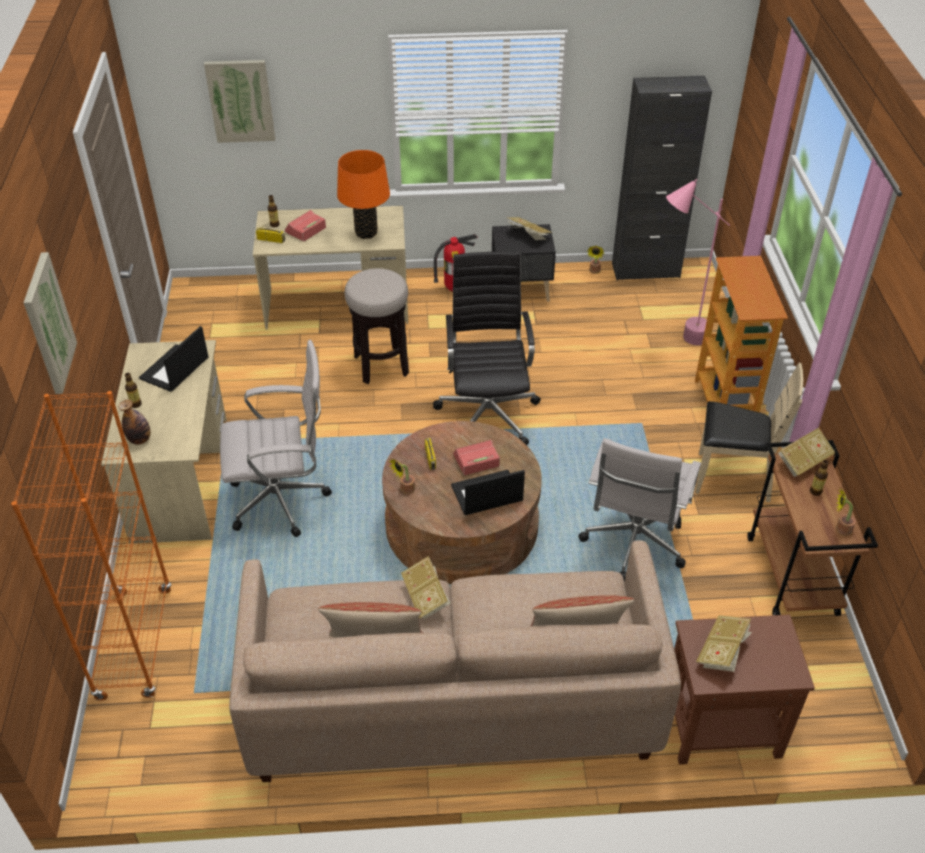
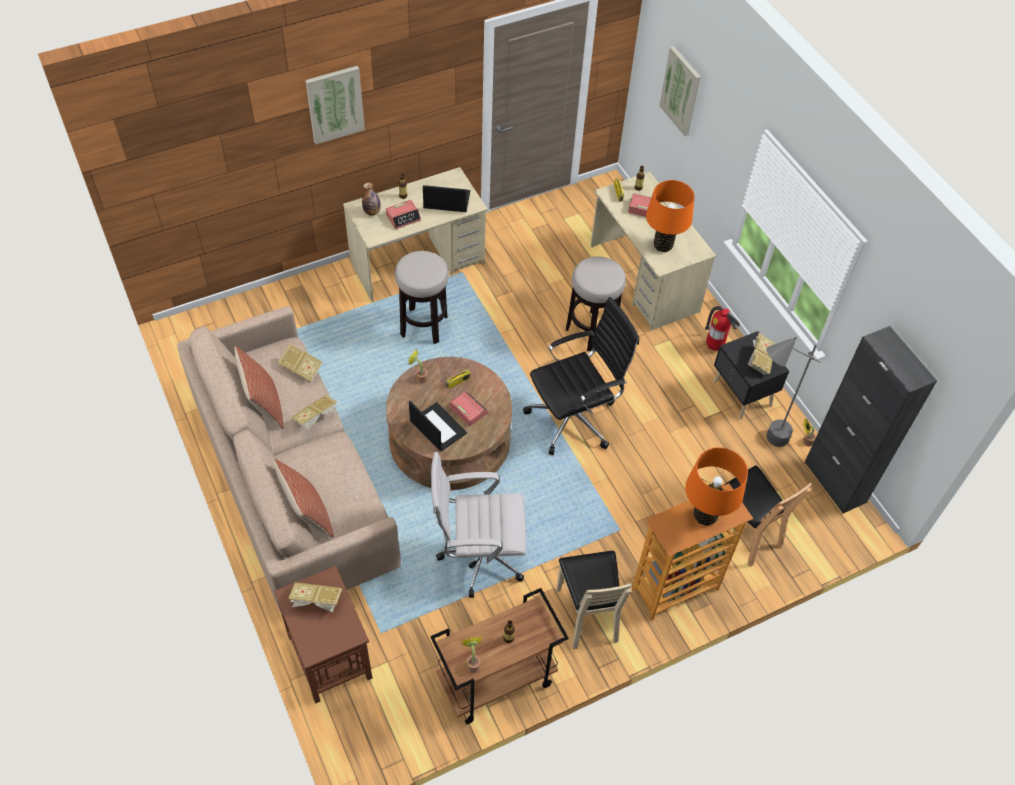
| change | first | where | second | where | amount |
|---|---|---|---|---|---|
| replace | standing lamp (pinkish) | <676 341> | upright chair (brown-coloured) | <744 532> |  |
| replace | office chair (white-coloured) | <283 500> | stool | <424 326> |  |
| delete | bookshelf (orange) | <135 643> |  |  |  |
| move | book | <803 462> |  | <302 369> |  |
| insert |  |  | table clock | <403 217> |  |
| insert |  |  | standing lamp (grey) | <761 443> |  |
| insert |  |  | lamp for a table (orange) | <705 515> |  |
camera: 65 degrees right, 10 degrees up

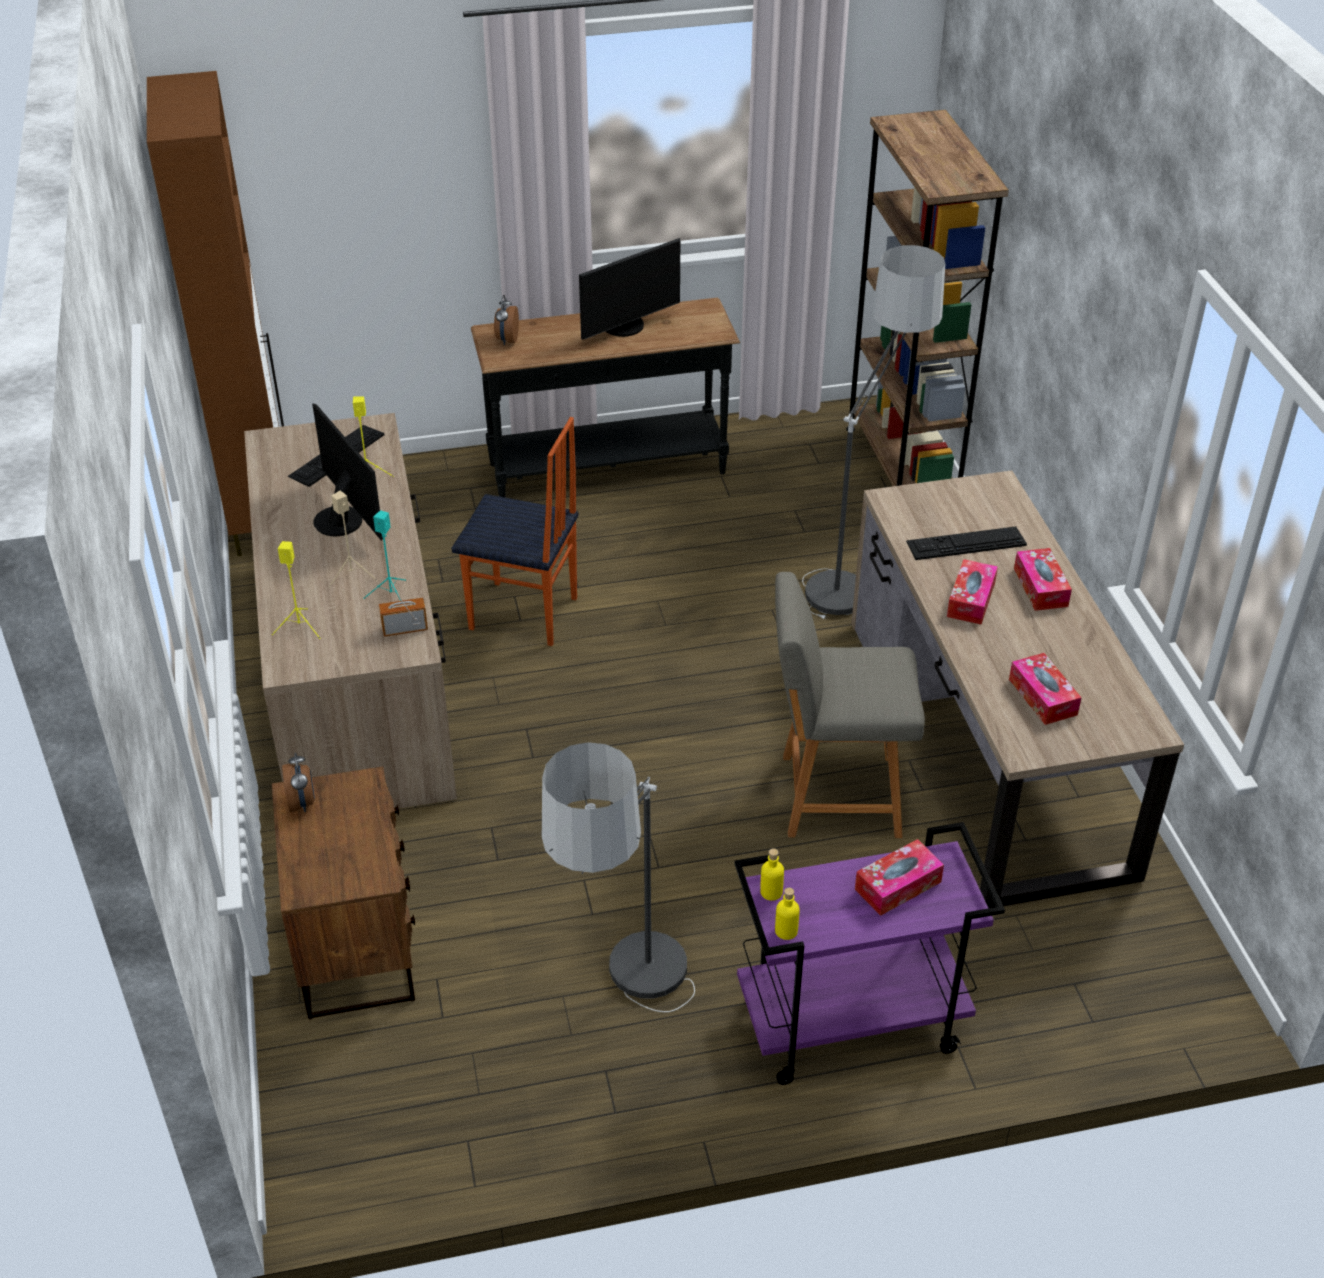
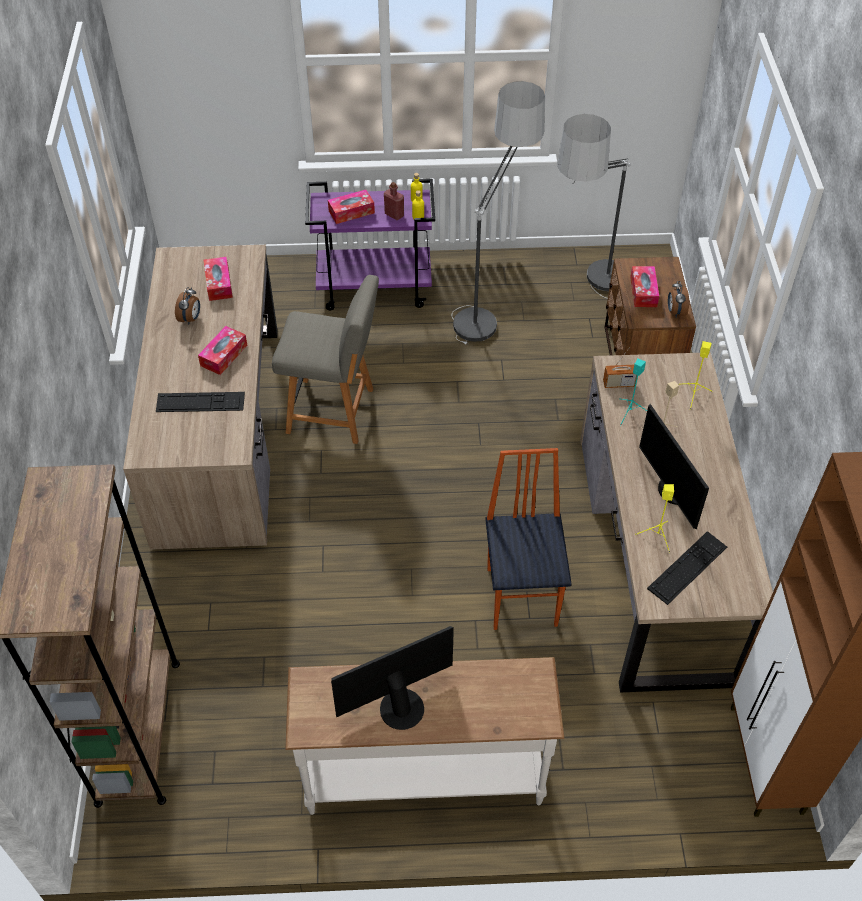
| change | first | where | second | where | amount |
|---|---|---|---|---|---|
| move | standing lamp | <857 568> |  | <588 297> |  |
| move | table clock | <507 340> |  | <190 318> |  |
| recolor | narrow table (black-coloured) | <608 470> | narrow table (white-coloured) | <424 774> |  |
| rotate | upright chair | <524 615> |  | <523 595> | 60 degrees clockwise |
| move | box of tissues | <1040 587> |  | <643 291> |  |
| insert |  |  | drink bottle (reddish) | <394 215> |  |
camera: 170 degrees left, 10 degrees up

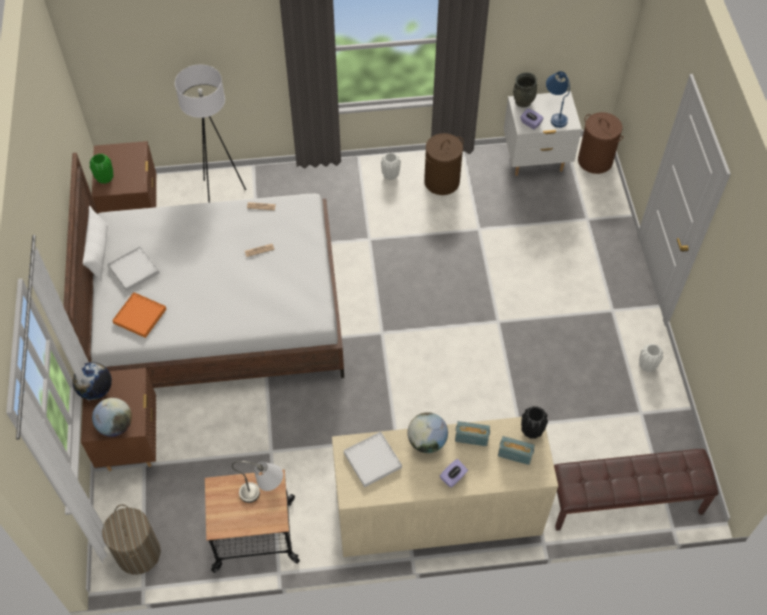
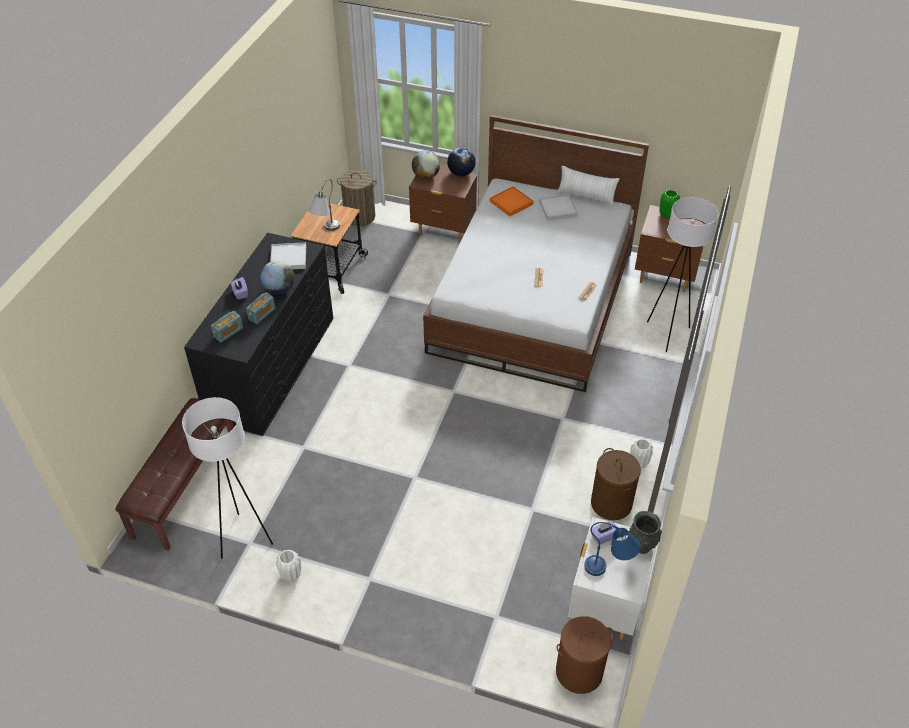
| change | first | where | second | where | amount |
|---|---|---|---|---|---|
| delete | vase (black-coloured) | <531 431> |  |  |  |
| recolor | drawer chest (sand-coloured) | <437 511> | drawer chest (black-coloured) | <272 367> |  |
| insert |  |  | standing lamp (white-coloured) | <244 537> |  |
camera: 115 degrees right, 10 degrees down

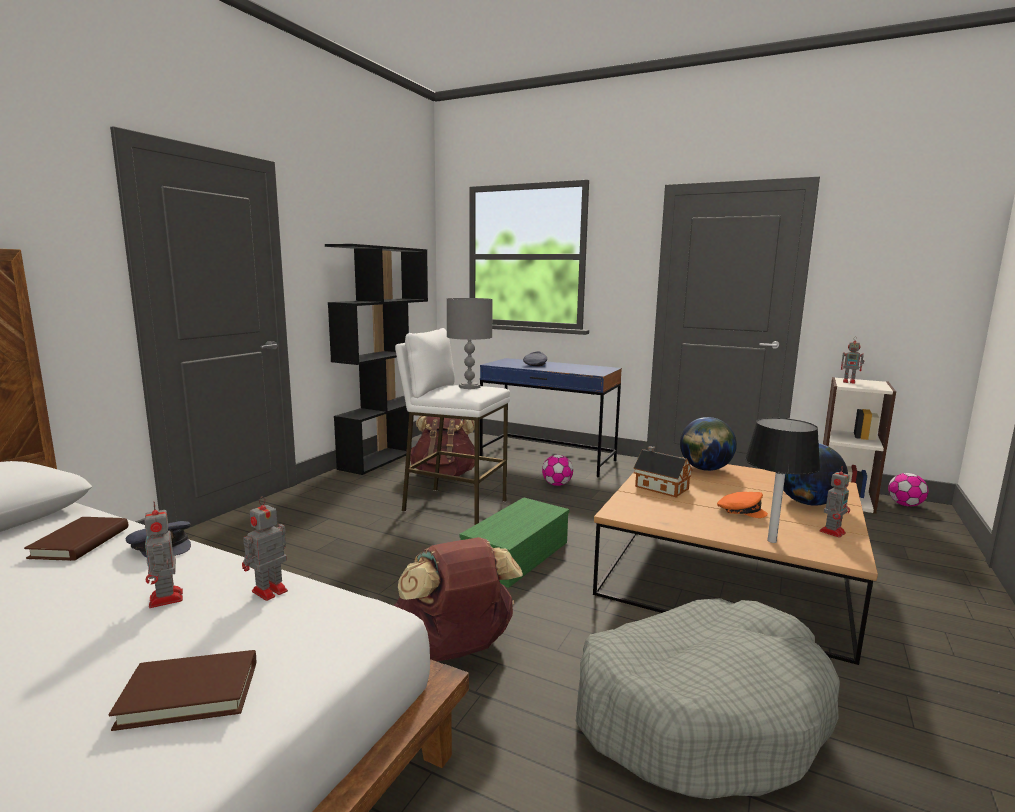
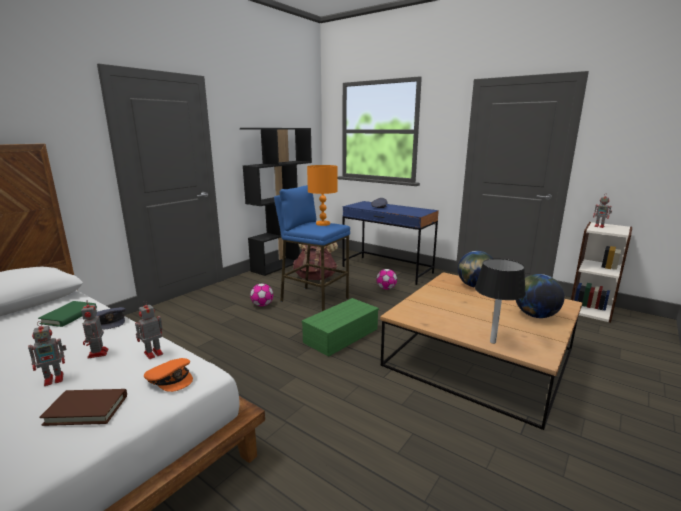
| change | first | where | second | where | amount |
|---|---|---|---|---|---|
| recolor | lamp for a table (grey) | <469 387> | lamp for a table (orange) | <323 224> |  |
| recolor | stool (white-coloured) | <454 506> | stool (bluish) | <314 299> |  |
| delete | model house | <660 487> |  |  |  |
| move | model robot | <832 531> |  | <55 378> |  |
| move | ball for football | <905 505> |  | <262 305> |  |
| move | cap (orange) | <740 511> |  | <170 379> |  |
| recolor | book (brown-coloured) | <80 543> | book (green) | <69 316> |  |
| delete | knapsack (brown-coloured) | <453 650> |  |  |  |
| delete | dog bed (grey) | <700 712> |  |  |  |
camera: 10 degrees right, 5 degrees up

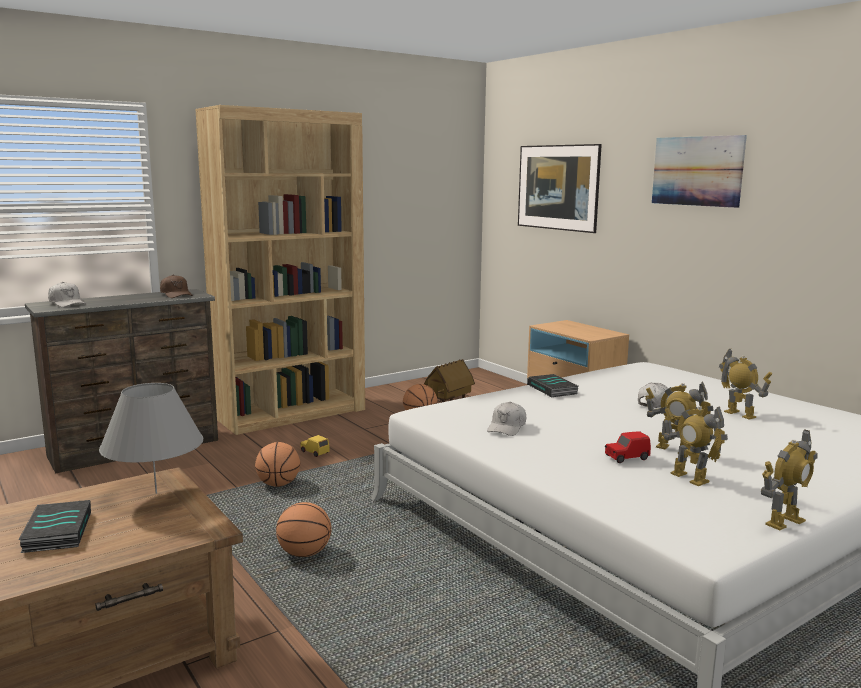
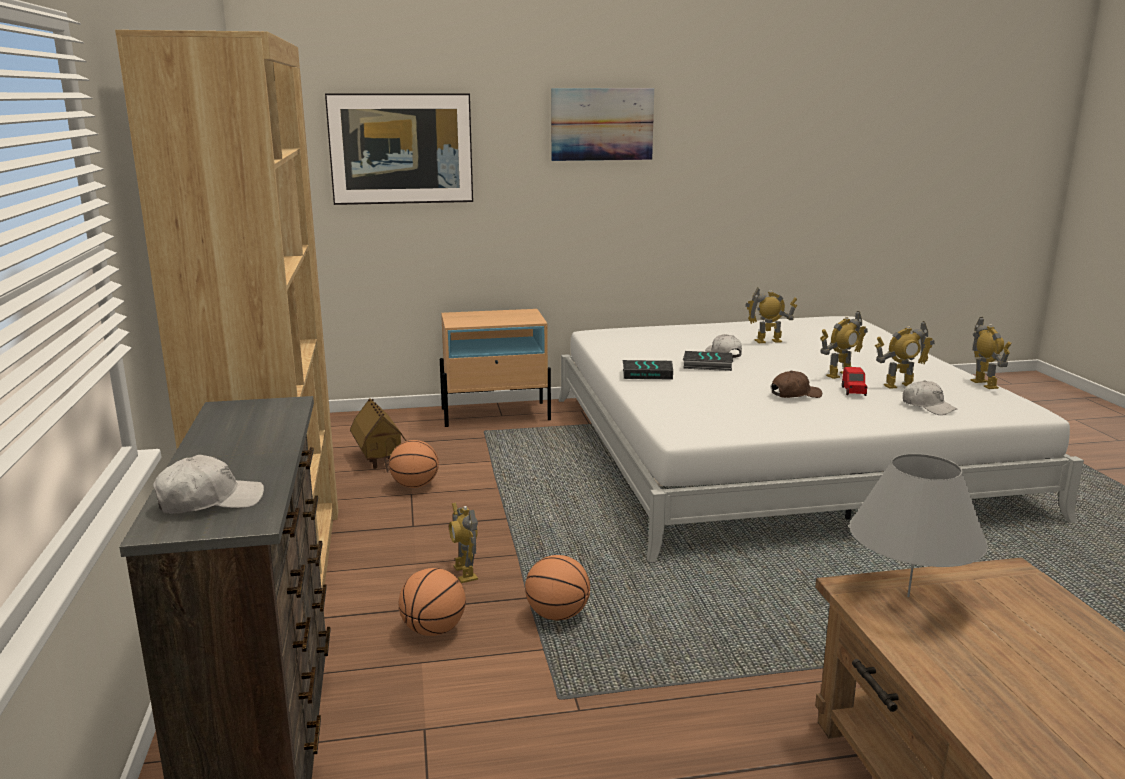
| change | first | where | second | where | amount |
|---|---|---|---|---|---|
| move | cap (brown-coloured) | <176 295> |  | <795 394> |  |
| move | cap (white-coloured) | <507 427> |  | <928 406> |  |
| replace | toy car (yellow) | <314 452> | model robot | <465 573> |  |
| move | book | <56 531> |  | <707 365> |  |
| move | basketball | <304 554> |  | <433 630> |  |
camera: 65 degrees left, 5 degrees up

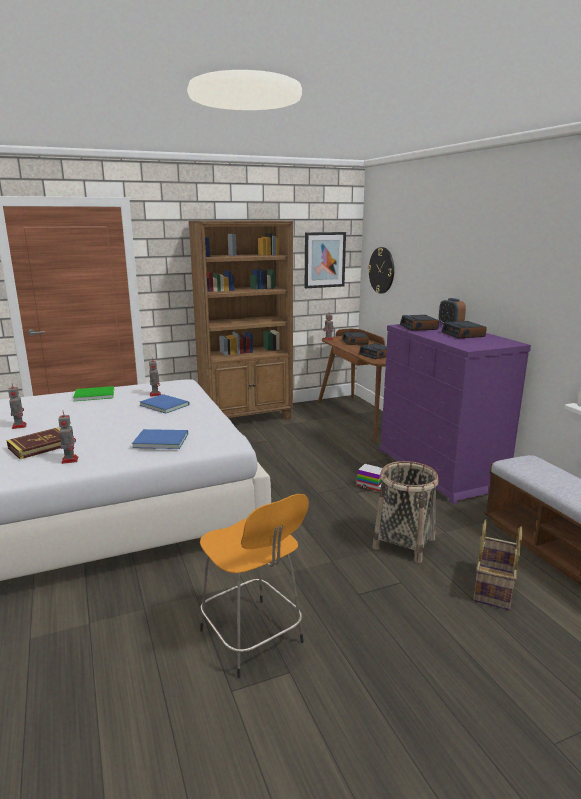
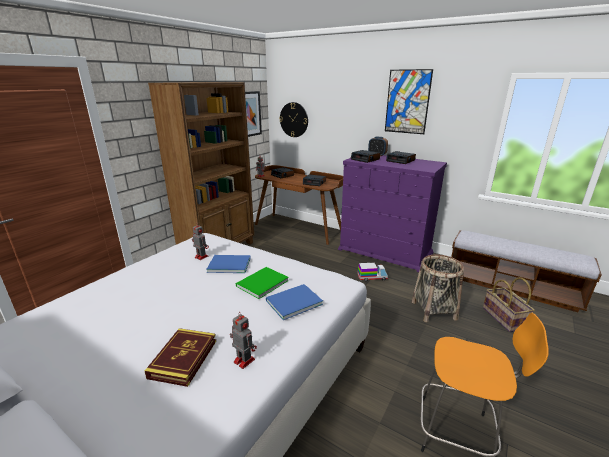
| change | first | where | second | where | amount |
|---|---|---|---|---|---|
| delete | model robot | <19 426> |  |  |  |
| move | book (green) | <93 395> |  | <260 283> |  |
| insert |  |  | wall picture | <407 102> |  |
camera: 35 degrees left, 5 degrees up

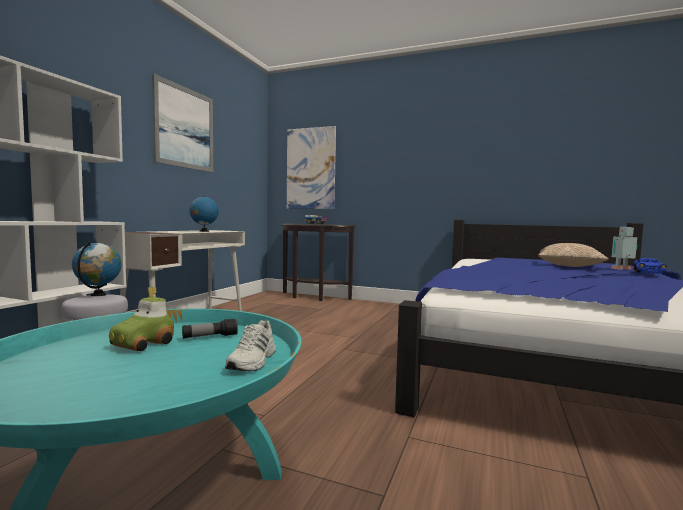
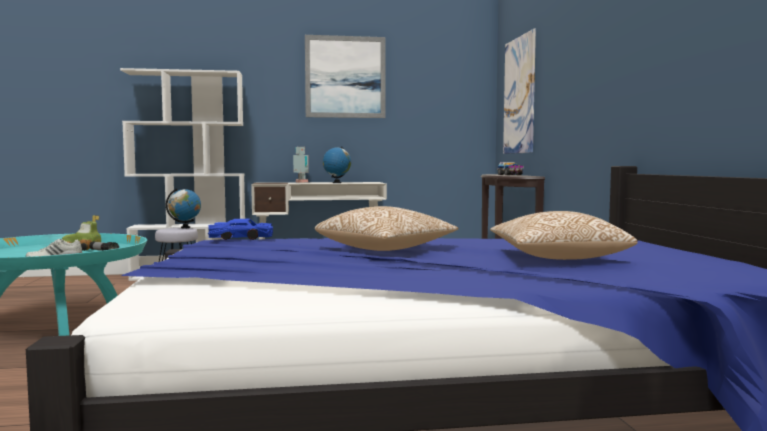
| change | first | where | second | where | amount |
|---|---|---|---|---|---|
| move | model robot | <622 269> |  | <301 182> |  |
| move | toy car (bluish) | <647 272> |  | <241 238> |  |
| insert |  |  | pillow | <385 249> |  |
camera: 60 degrees right, 0 degrees up

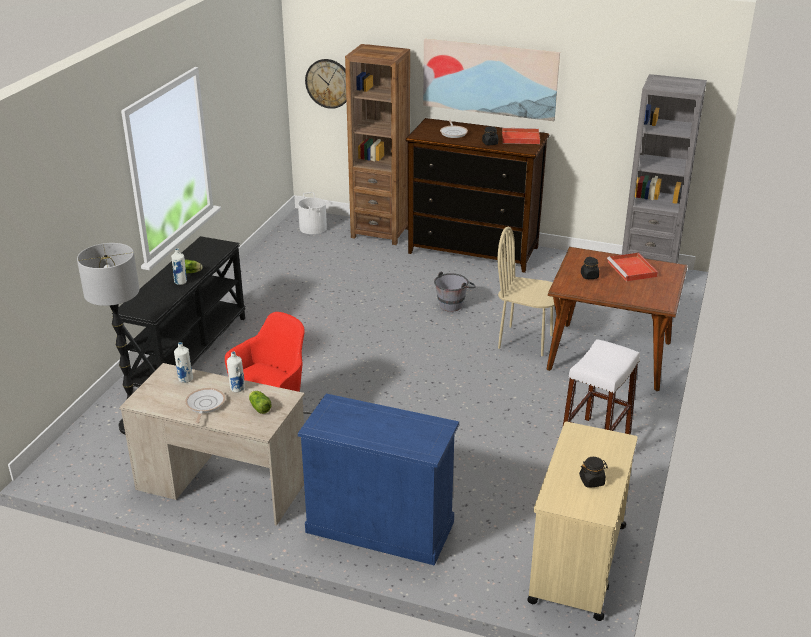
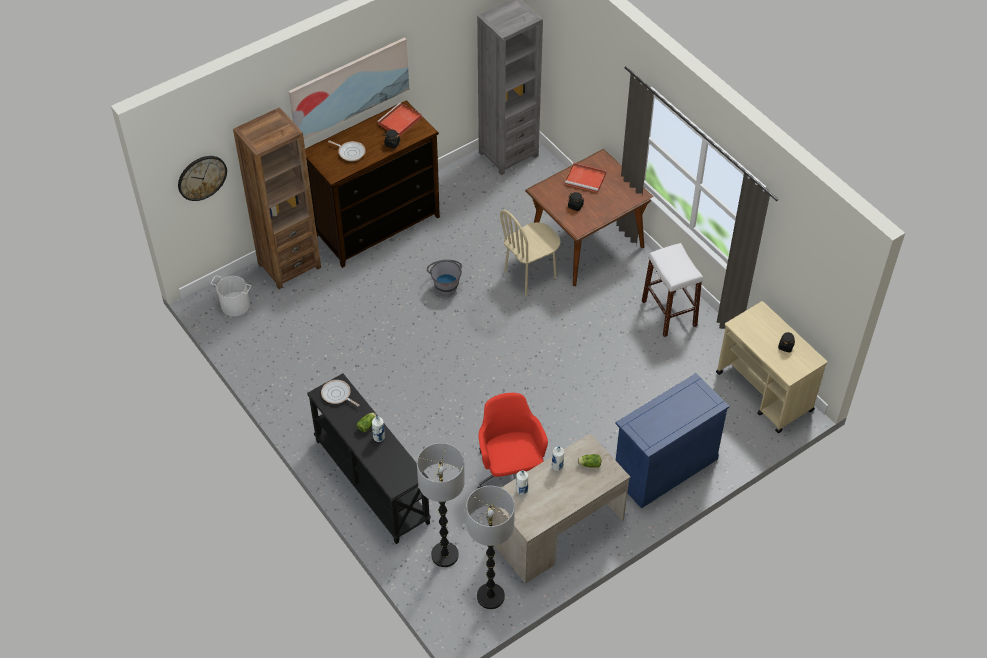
| change | first | where | second | where | amount |
|---|---|---|---|---|---|
| move | frying pan | <204 405> |  | <337 395> |  |
| insert |  |  | standing lamp | <490 596> |  |
camera: 55 degrees left, 20 degrees up

